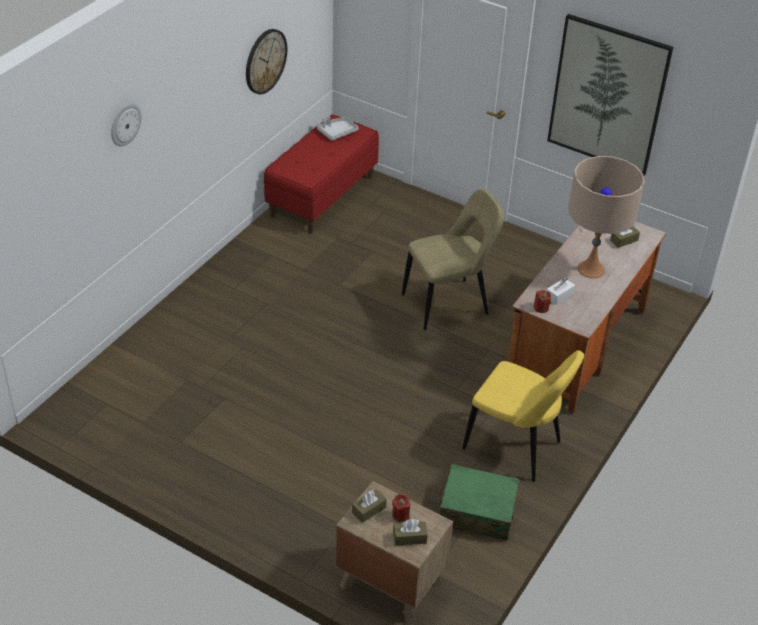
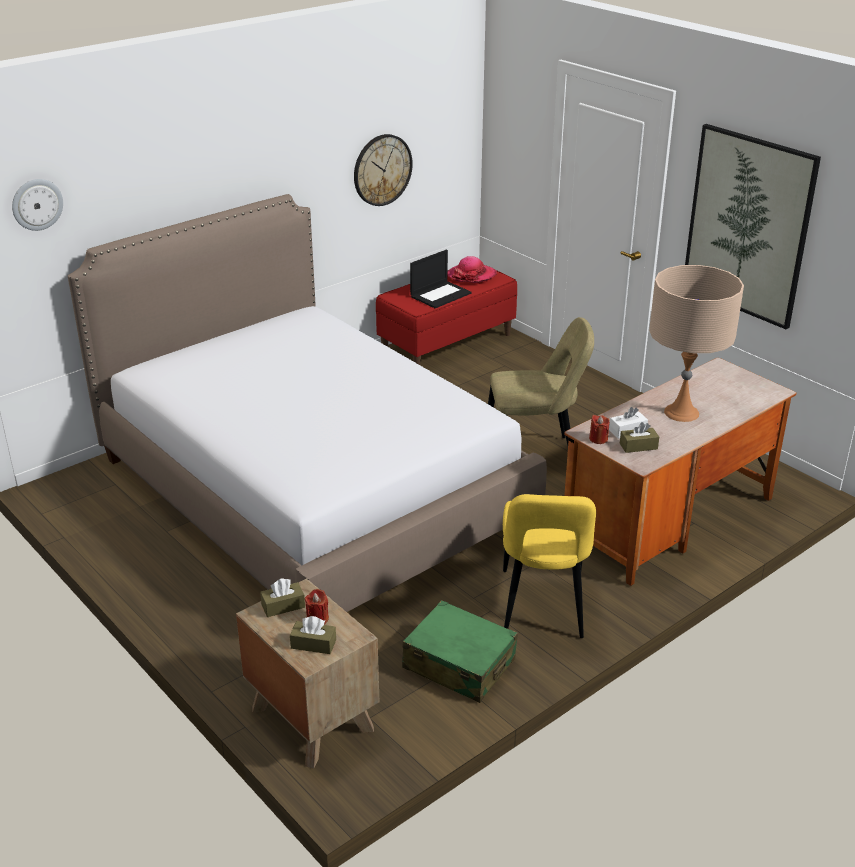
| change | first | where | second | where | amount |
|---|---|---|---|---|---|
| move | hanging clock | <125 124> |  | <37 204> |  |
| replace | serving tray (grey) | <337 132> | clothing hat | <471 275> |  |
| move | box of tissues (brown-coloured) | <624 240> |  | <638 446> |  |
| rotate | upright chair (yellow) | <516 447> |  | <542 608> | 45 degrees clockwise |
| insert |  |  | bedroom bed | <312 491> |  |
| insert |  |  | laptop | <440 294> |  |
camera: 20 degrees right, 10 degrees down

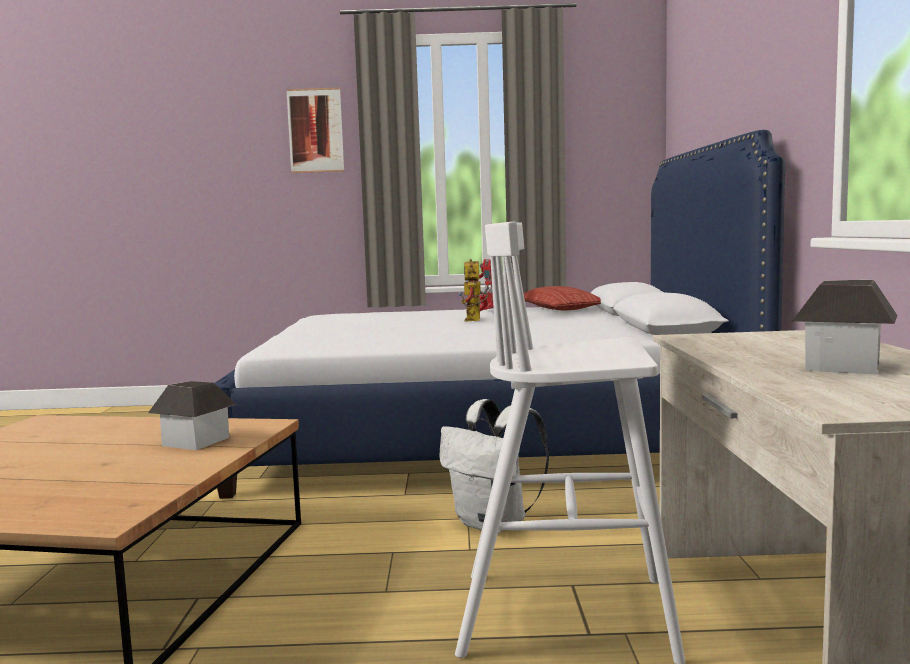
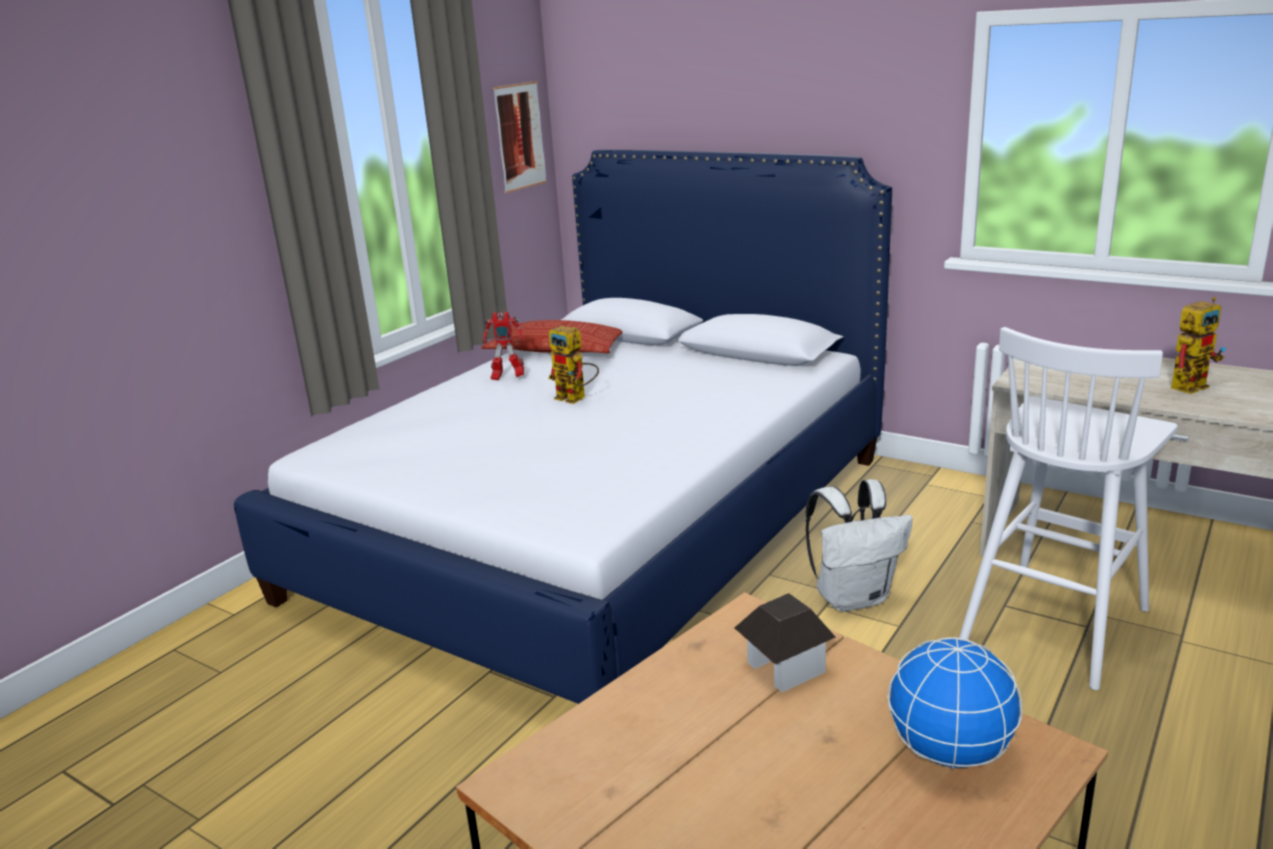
| change | first | where | second | where | amount |
|---|---|---|---|---|---|
| move | wall picture | <315 130> |  | <520 136> |  |
| replace | model house | <843 366> | model robot | <1191 384> |  |
| insert |  |  | world globe | <950 753> |  |
camera: 55 degrees left, 15 degrees up

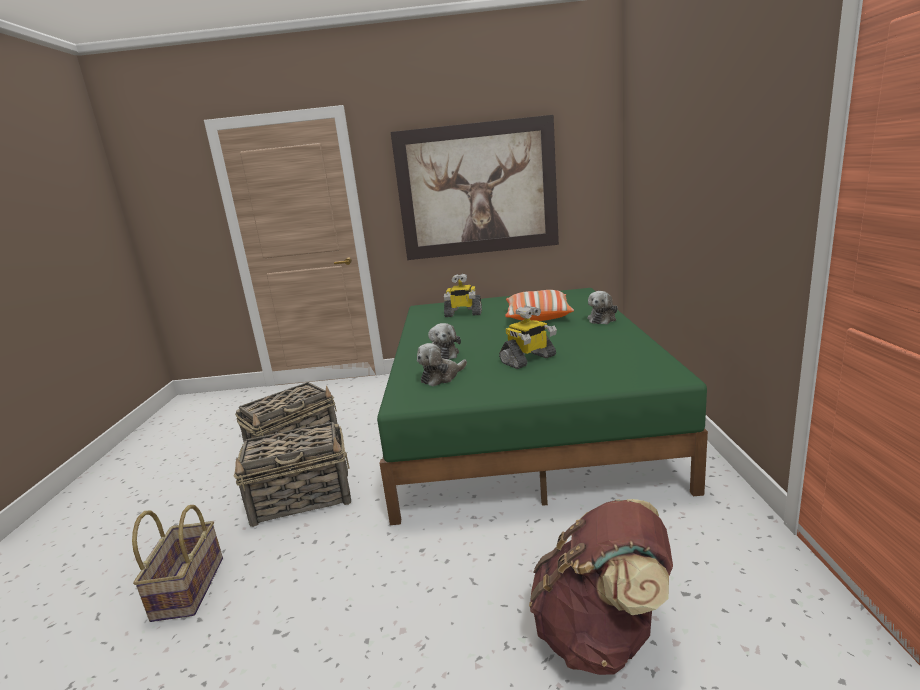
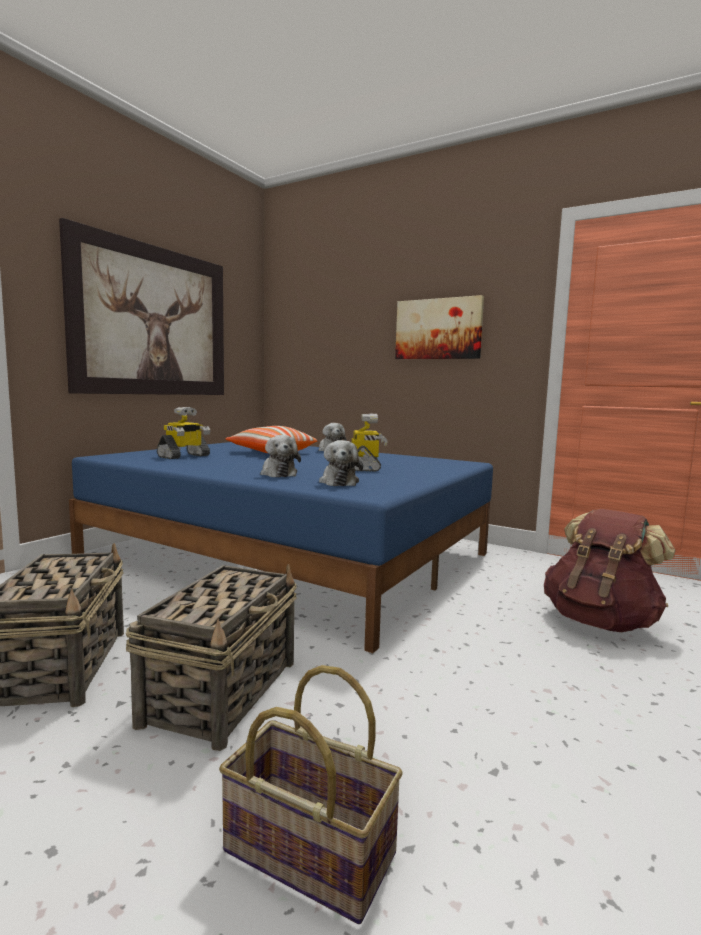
| change | first | where | second | where | amount |
|---|---|---|---|---|---|
| recolor | bedroom bed (green) | <520 417> | bedroom bed (bluish) | <288 555> |  |
| rotate | soft toy | <443 354> |  | <278 473> | 45 degrees clockwise |
| insert |  |  | wall picture | <438 329> |  |
camera: 60 degrees left, 10 degrees down

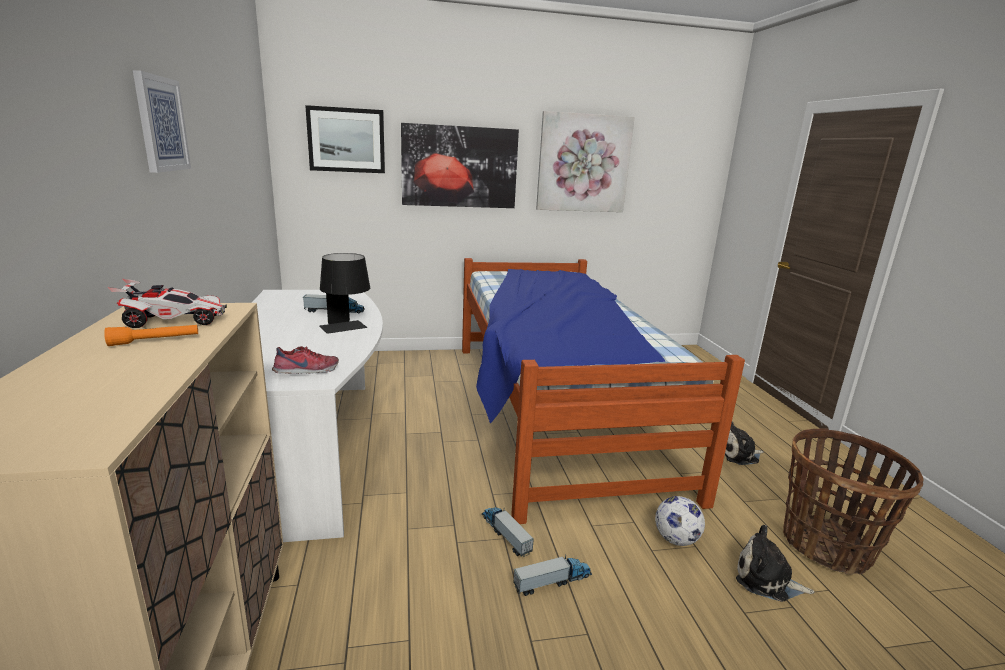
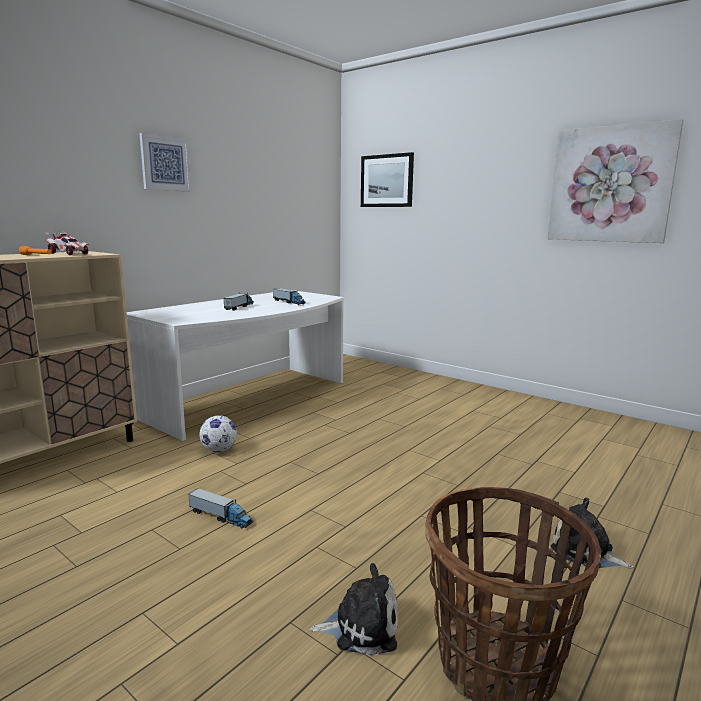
| change | first | where | second | where | amount |
|---|---|---|---|---|---|
| delete | wall picture | <459 167> |  |  |  |
| delete | lamp for a table (black-coloured) | <346 329> |  |  |  |
| delete | bedroom bed | <552 409> |  |  |  |
| delete | item of footwear | <306 371> |  |  |  |
| move | ball for football | <675 539> |  | <219 450> |  |
| move | toy lorry | <505 534> |  | <239 307> |  |
| rotate | soft toy | <767 579> |  | <361 626> | 105 degrees clockwise |
camera: 50 degrees right, 5 degrees down

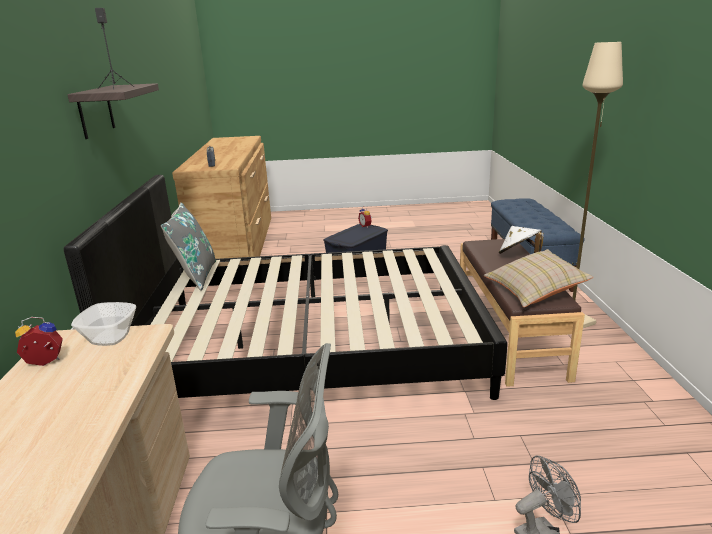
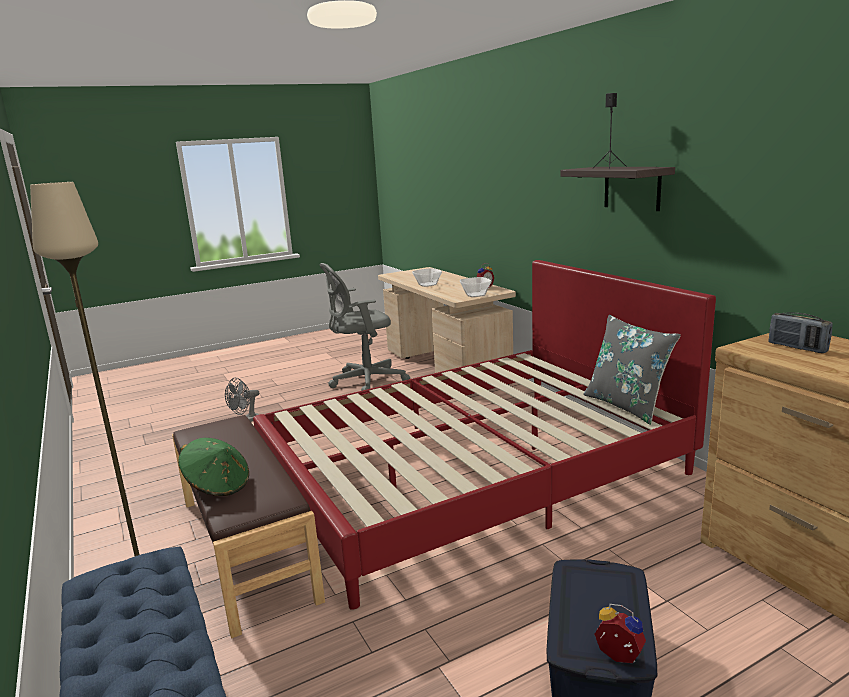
| change | first | where | second | where | amount |
|---|---|---|---|---|---|
| recolor | bedroom bed (black-coloured) | <311 344> | bedroom bed (reddish) | <473 473> |  |
| recolor | clothing hat (white-coloured) | <519 255> | clothing hat (green) | <218 486> |  |
| delete | pillow (sand-coloured) | <534 291> |  |  |  |
| insert |  |  | serving bowl | <427 285> |  |
camera: 155 degrees right, 5 degrees down

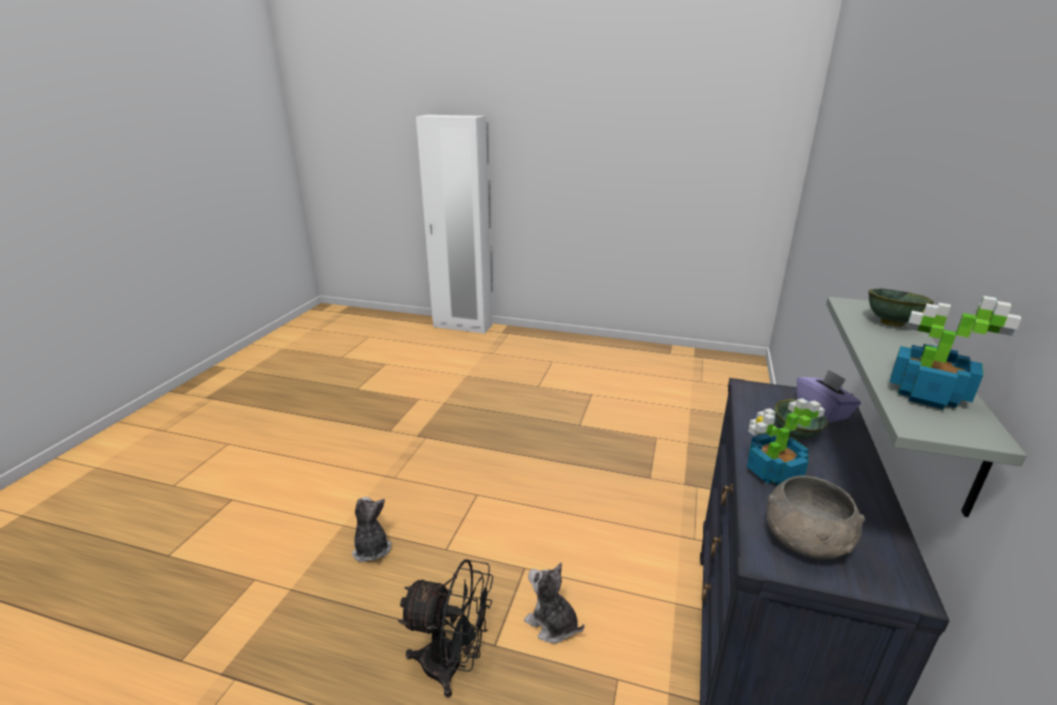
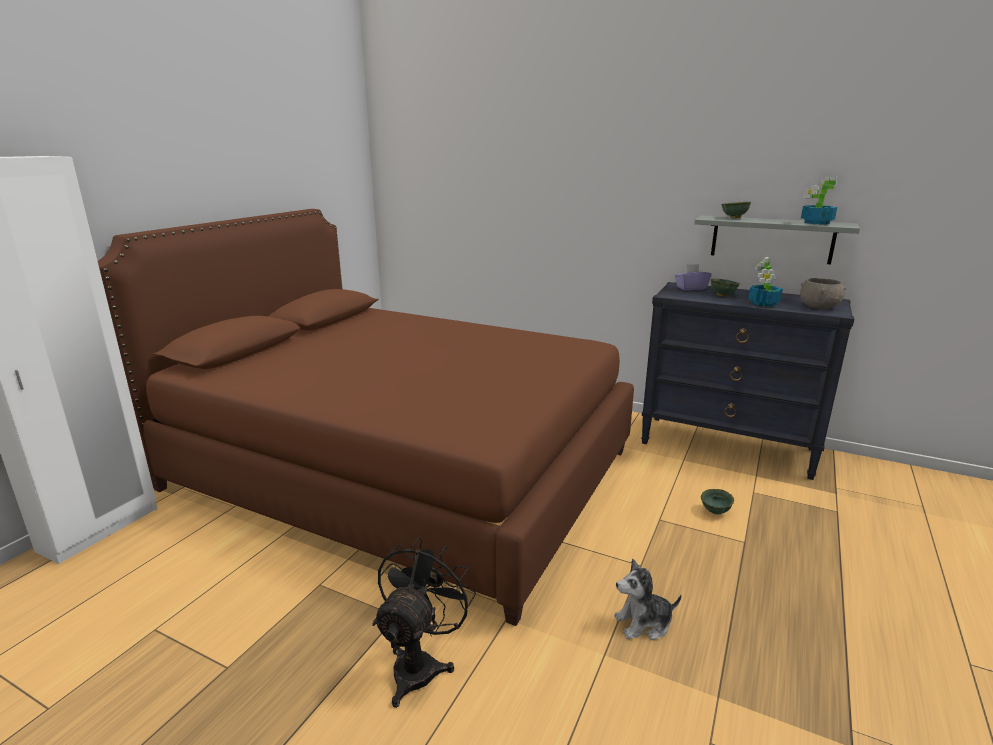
| change | first | where | second | where | amount |
|---|---|---|---|---|---|
| move | cooling fan (black-coloured) | <453 665> |  | <420 664> |  |
| replace | soft toy | <552 624> | serving bowl (green) | <716 512> |  |
| insert |  |  | bedroom bed (brown-coloured) | <401 470> |  |
camera: 80 degrees left, 5 degrees down

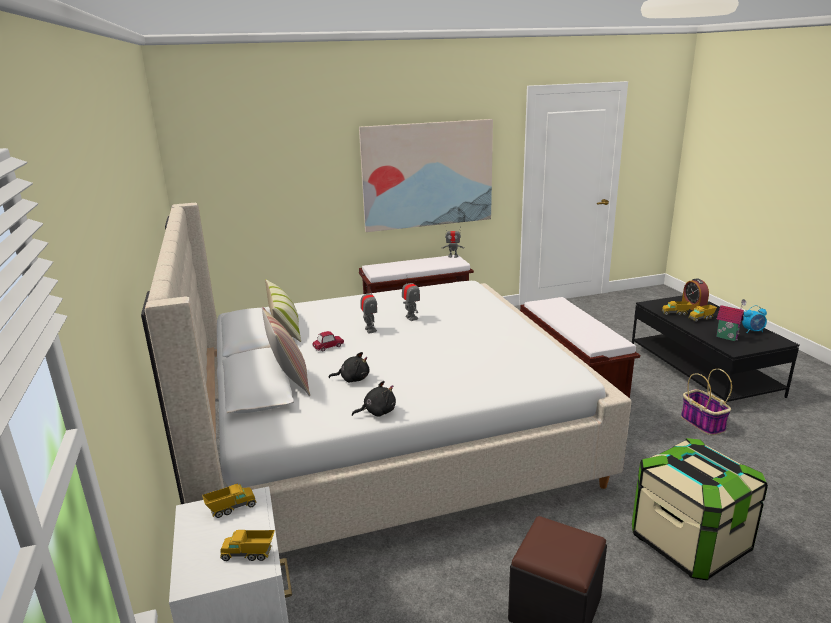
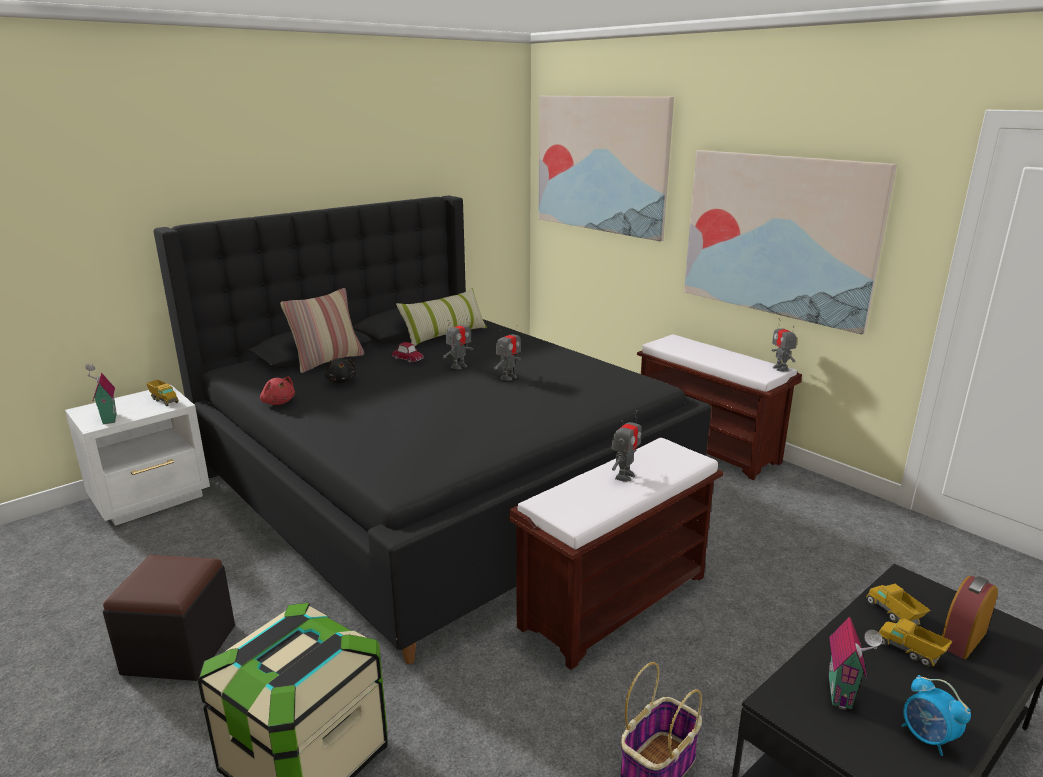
| change | first | where | second | where | amount |
|---|---|---|---|---|---|
| recolor | bedroom bed (sand-coloured) | <382 437> | bedroom bed (black-coloured) | <438 485> |  |
| recolor | soft toy (black-coloured) | <377 412> | soft toy (reddish) | <278 402> |  |
| replace | toy lorry | <249 555> | model house | <107 419> |  |
| insert |  |  | wall picture | <600 164> |  |
| insert |  |  | model robot | <624 476> |  |
camera: 65 degrees right, 0 degrees up

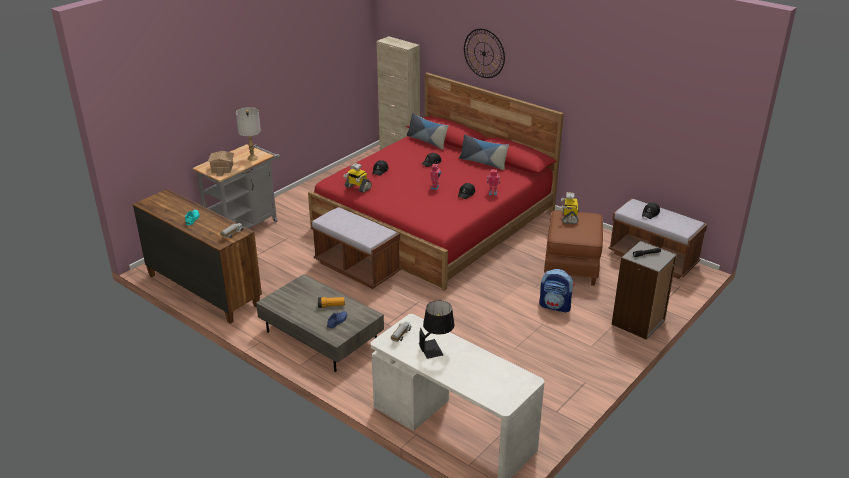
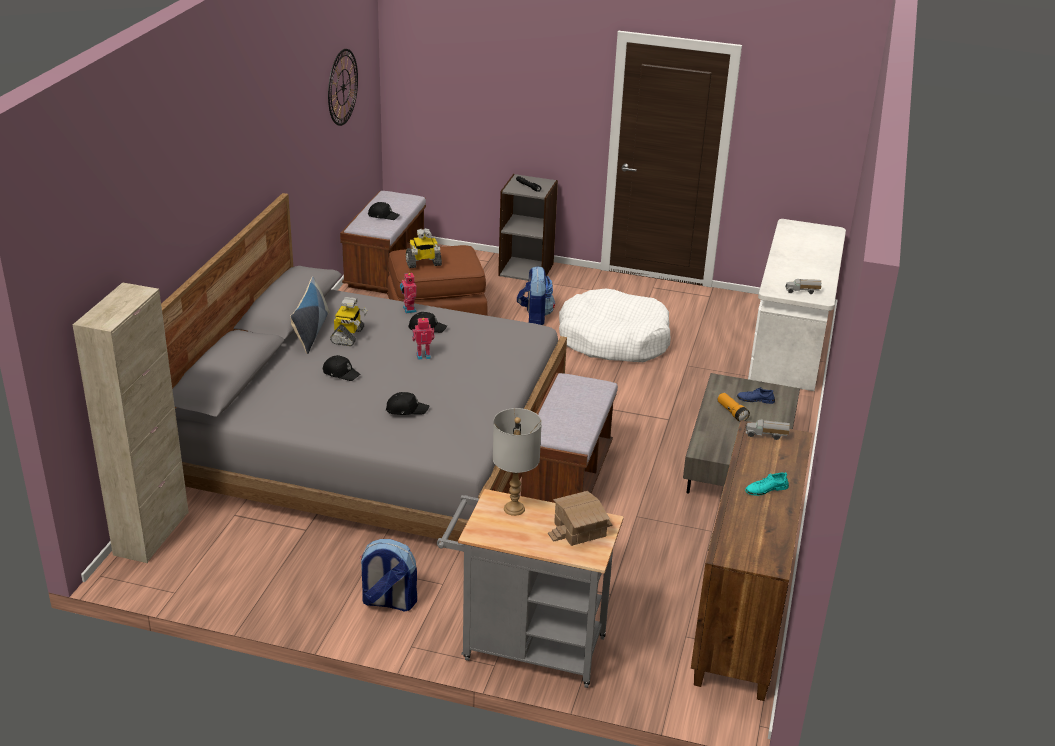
| change | first | where | second | where | amount |
|---|---|---|---|---|---|
| move | hanging clock | <484 53> |  | <343 87> |  |
| recolor | bedroom bed (reddish) | <435 219> | bedroom bed (grey) | <376 440> |  |
| delete | pillow | <427 141> |  |  |  |
| move | model robot | <357 187> |  | <348 336> |  |
| delete | lamp for a table (black-coloured) | <436 347> |  |  |  |
| insert |  |  | dog bed (white-coloured) | <613 340> |  |
| insert |  |  | knapsack | <388 602> |  |
camera: 115 degrees left, 0 degrees up

